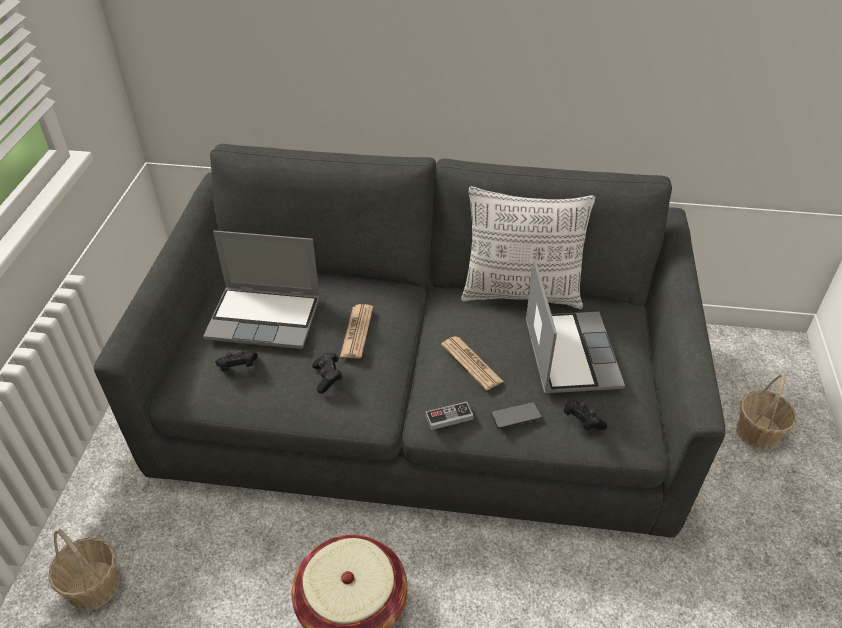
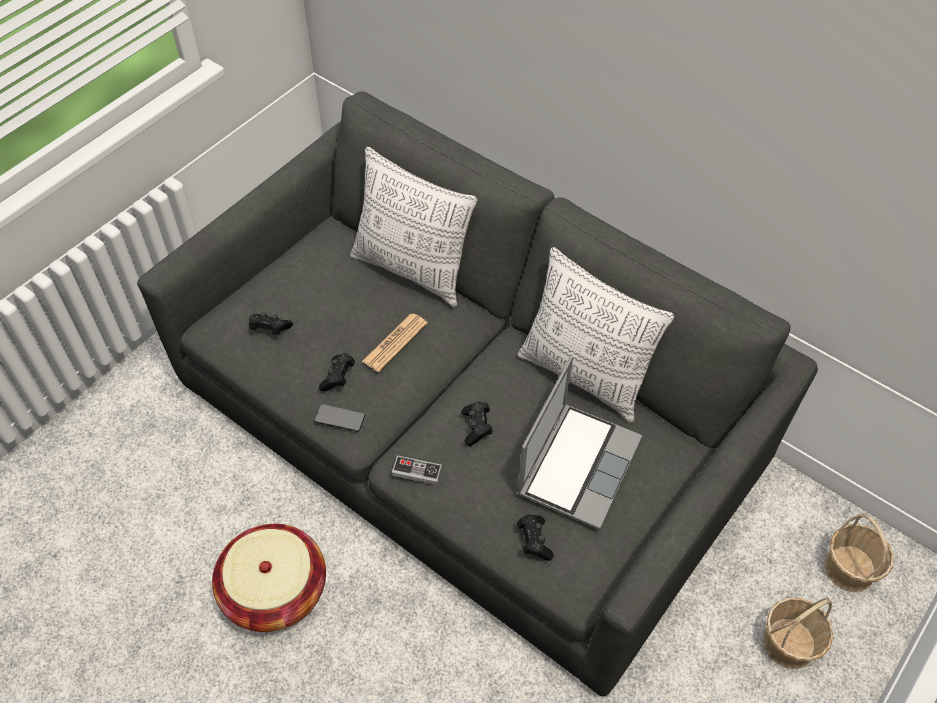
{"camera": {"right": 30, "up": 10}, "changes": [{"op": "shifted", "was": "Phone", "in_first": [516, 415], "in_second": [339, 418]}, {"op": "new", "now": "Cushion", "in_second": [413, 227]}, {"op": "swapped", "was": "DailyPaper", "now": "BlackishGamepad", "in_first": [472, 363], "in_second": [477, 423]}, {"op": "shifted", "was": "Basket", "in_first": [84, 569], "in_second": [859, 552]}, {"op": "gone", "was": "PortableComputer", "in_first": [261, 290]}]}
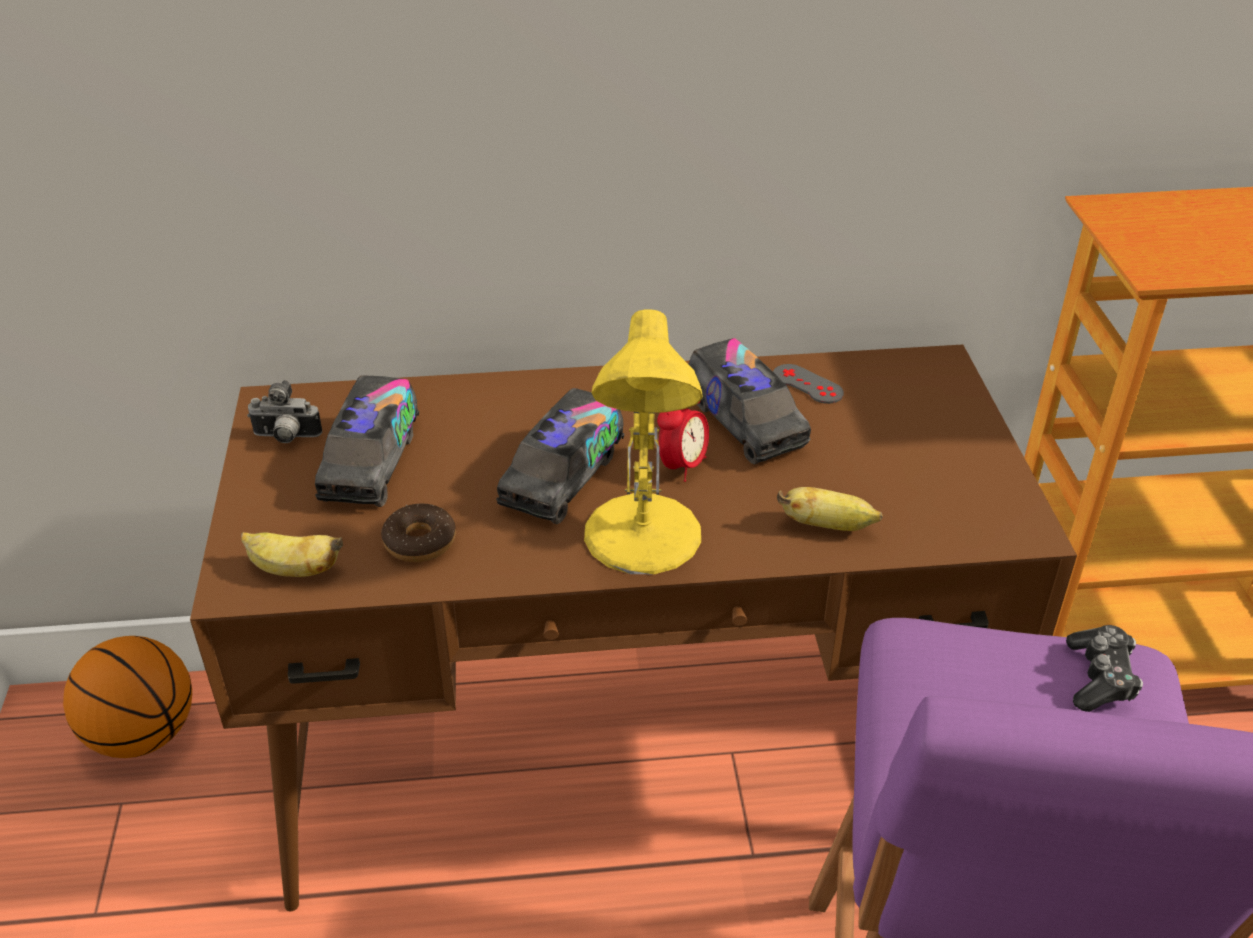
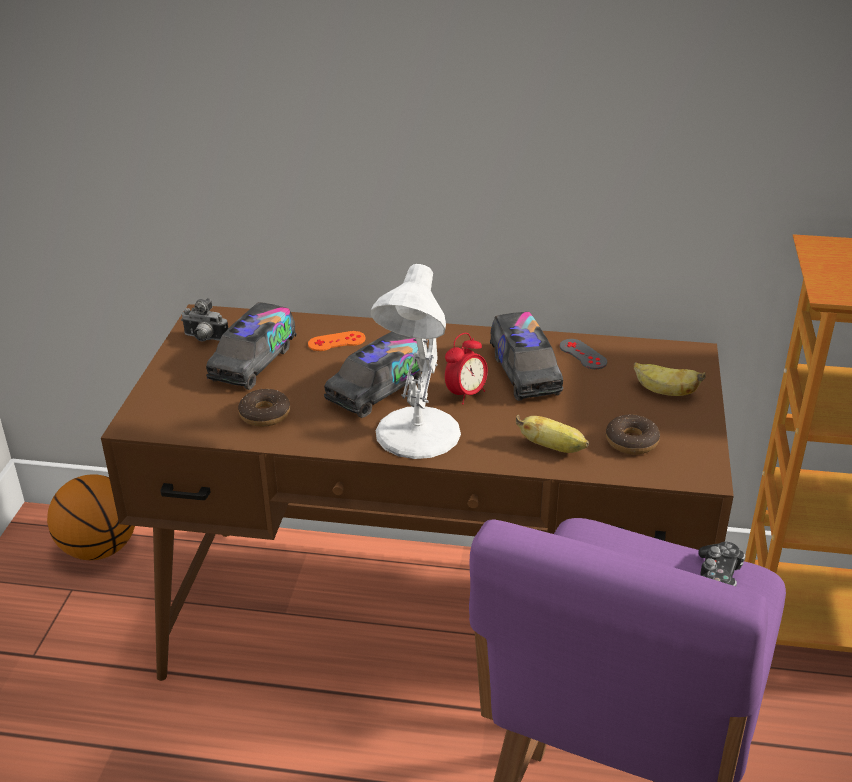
{"camera": {"right": 15, "up": -5}, "changes": [{"op": "new", "now": "OrangeColouredGamepad", "in_second": [337, 341]}, {"op": "repainted", "was": "YellowColouredTabletopLamp", "now": "WhitishTabletopLamp", "in_first": [643, 441], "in_second": [416, 361]}, {"op": "new", "now": "Doughnut", "in_second": [633, 434]}, {"op": "shifted", "was": "WholeBanana", "in_first": [292, 554], "in_second": [669, 379]}]}
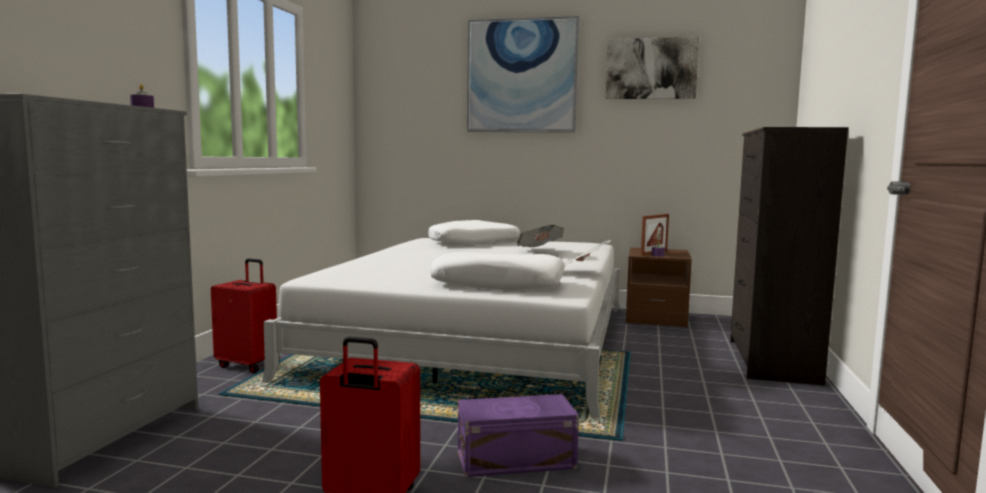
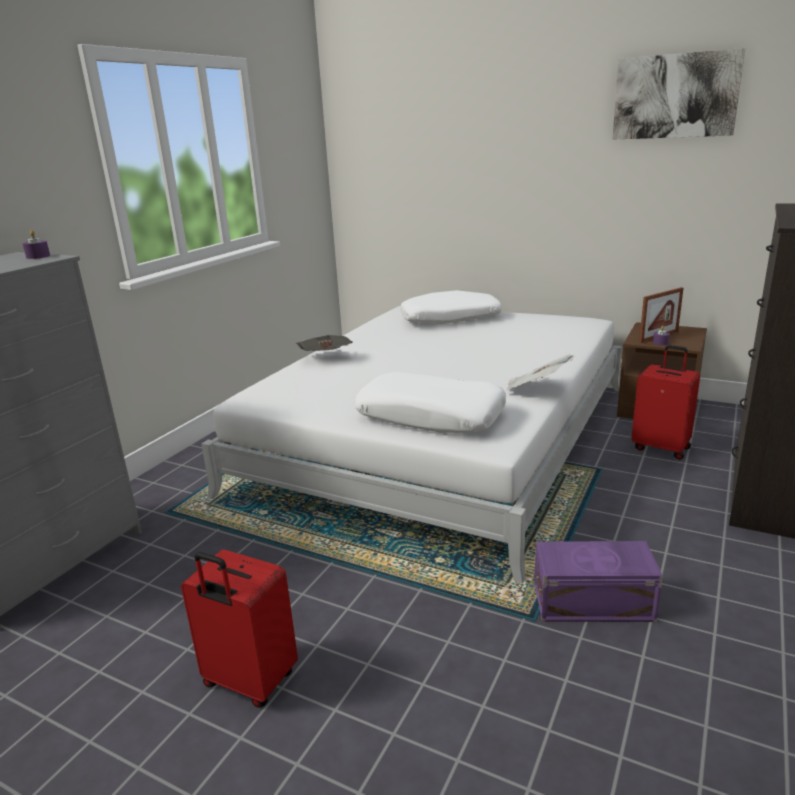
{"camera": {"right": 15, "up": 15}, "changes": [{"op": "shifted", "was": "DailyPaper", "in_first": [540, 236], "in_second": [323, 343]}, {"op": "shifted", "was": "PurpleStorageBox", "in_first": [518, 435], "in_second": [598, 581]}, {"op": "shifted", "was": "RedSuitcase", "in_first": [244, 315], "in_second": [665, 402]}, {"op": "gone", "was": "Picture", "in_first": [523, 74]}]}
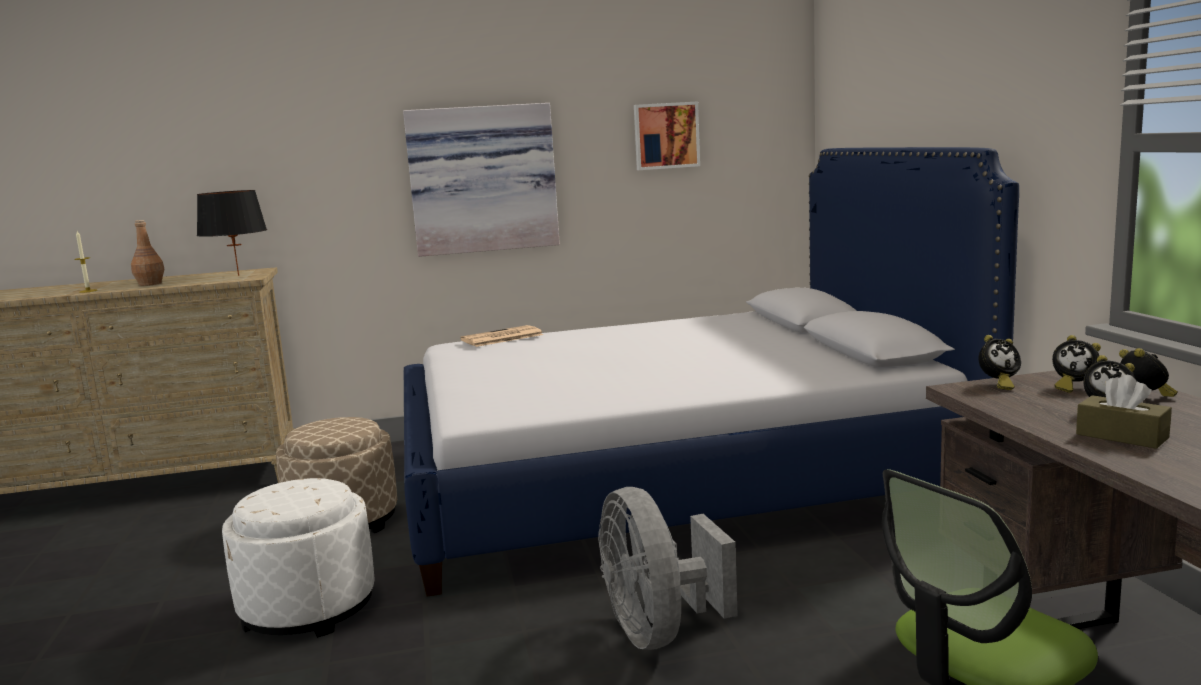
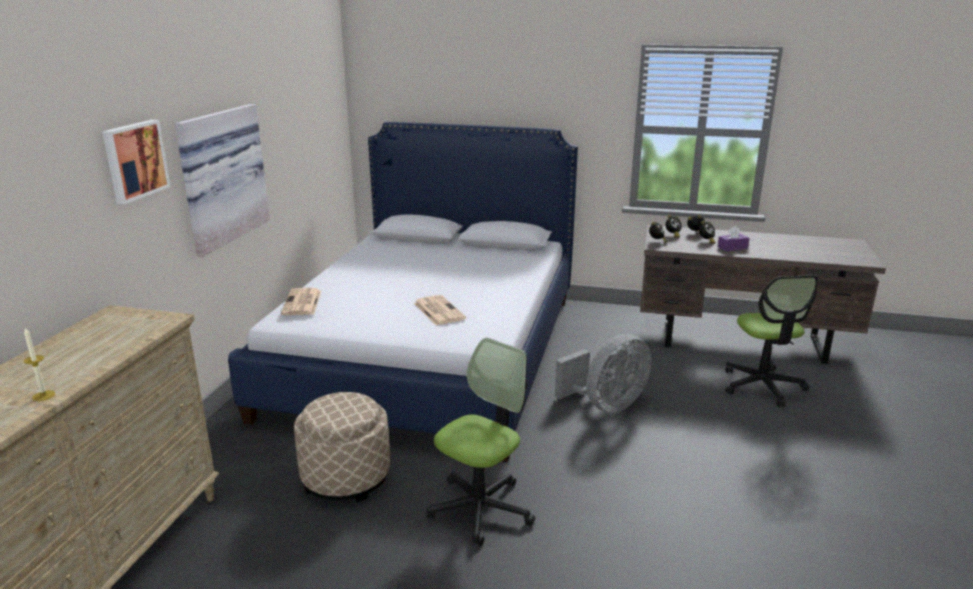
{"camera": {"right": -65, "up": 10}, "changes": [{"op": "shifted", "was": "Picture", "in_first": [667, 135], "in_second": [136, 162]}, {"op": "new", "now": "DailyPaper", "in_second": [440, 310]}, {"op": "swapped", "was": "WhitishFootrest", "now": "DeskChair", "in_first": [298, 558], "in_second": [480, 442]}, {"op": "rotated", "was": "GrayFan", "in_first": [668, 568], "in_second": [603, 373], "clockwise": -45}, {"op": "repainted", "was": "BrownishBoxOfTissues", "now": "PurpleBoxOfTissues", "in_first": [1124, 412], "in_second": [733, 238]}, {"op": "gone", "was": "BrownishBottle", "in_first": [147, 253]}, {"op": "gone", "was": "BlackishTabletopLamp", "in_first": [232, 233]}]}
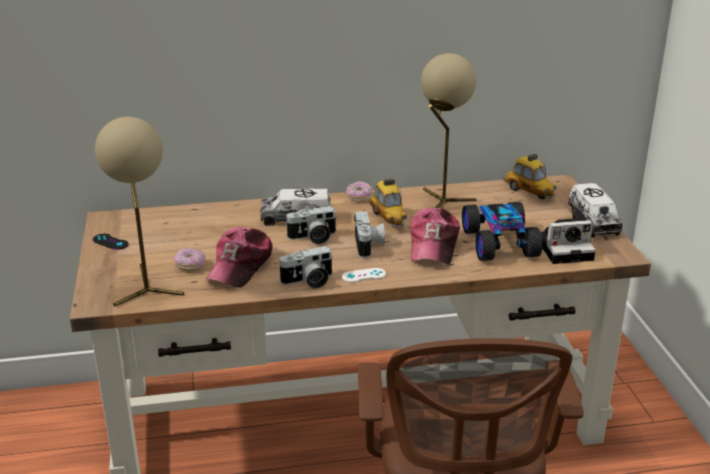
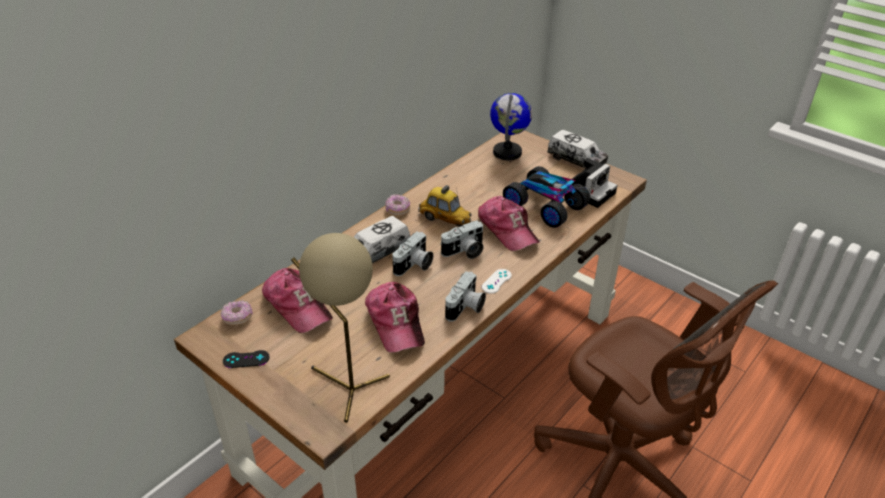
{"camera": {"right": -40, "up": 10}, "changes": [{"op": "shifted", "was": "Doughnut", "in_first": [189, 259], "in_second": [237, 312]}, {"op": "new", "now": "PeakedCap", "in_second": [297, 300]}, {"op": "rotated", "was": "PhotoCamera", "in_first": [369, 234], "in_second": [462, 239], "clockwise": 105}, {"op": "swapped", "was": "ModelCar", "now": "DeskGlobe", "in_first": [530, 176], "in_second": [511, 126]}, {"op": "gone", "was": "BeigeTabletopLamp", "in_first": [448, 130]}]}
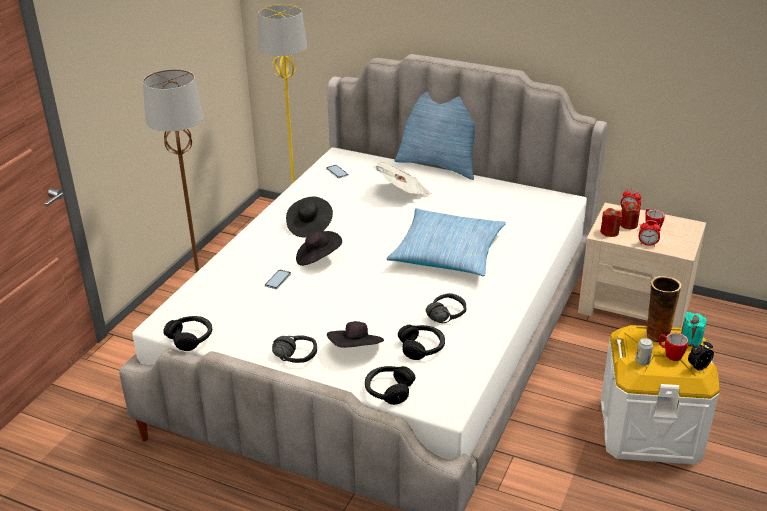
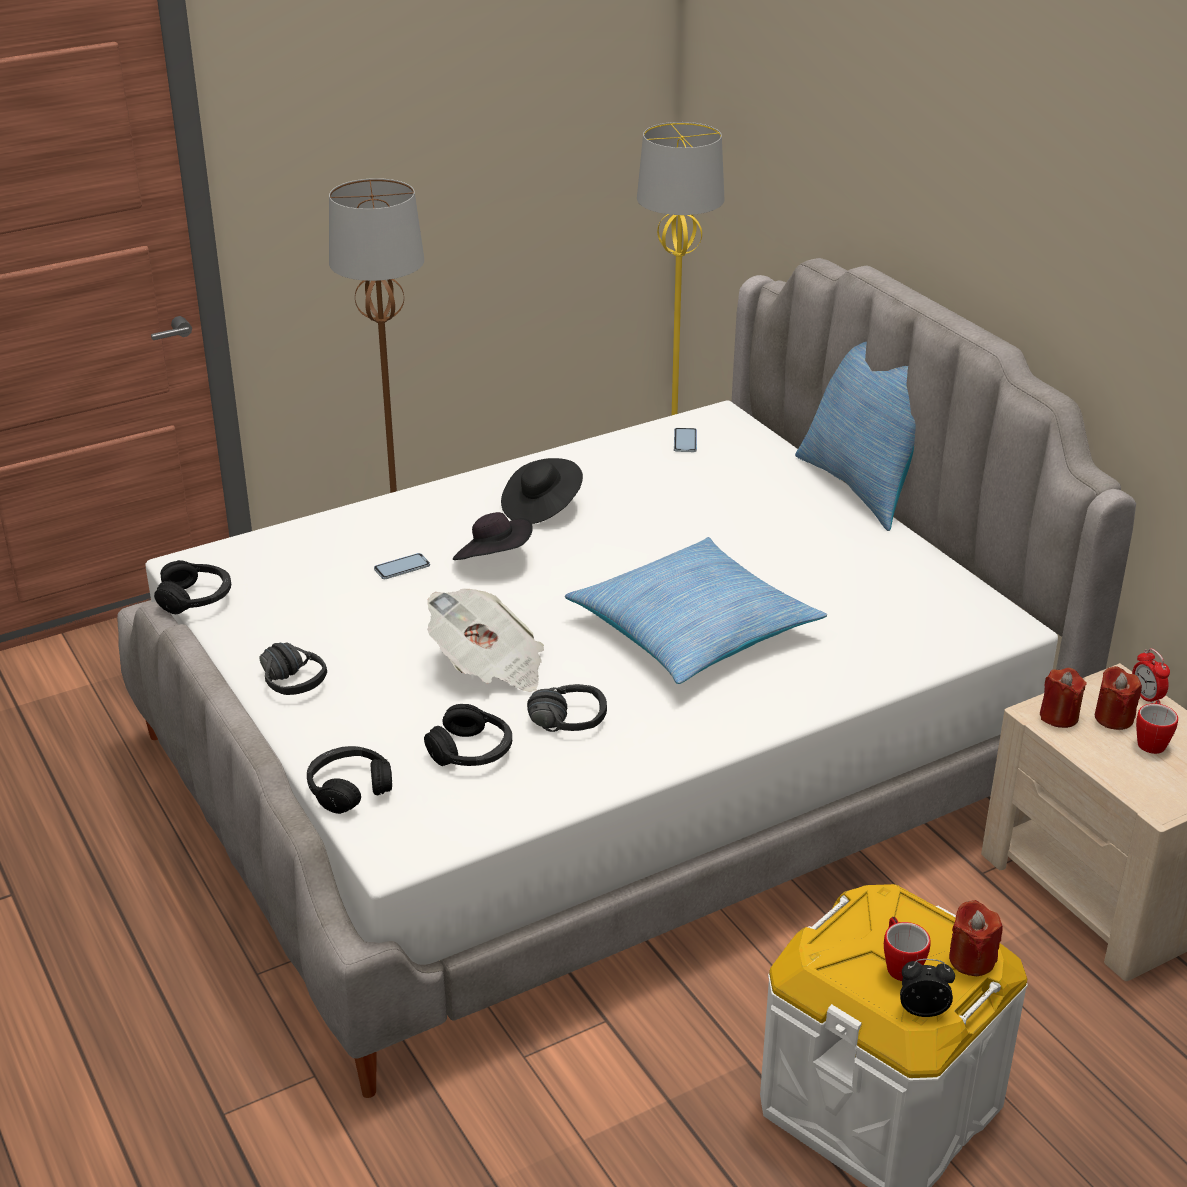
{"camera": {"right": 35, "up": 0}, "changes": [{"op": "shifted", "was": "DailyPaper", "in_first": [402, 179], "in_second": [485, 640]}, {"op": "repainted", "was": "TurquoiseColouredWaxCandle", "now": "RedWaxCandle", "in_first": [693, 329], "in_second": [976, 938]}, {"op": "gone", "was": "BlackishClothingHat", "in_first": [355, 334]}, {"op": "gone", "was": "MetalCan", "in_first": [644, 352]}, {"op": "gone", "was": "AlarmClock", "in_first": [650, 233]}, {"op": "gone", "was": "DecorativeVase", "in_first": [663, 309]}]}
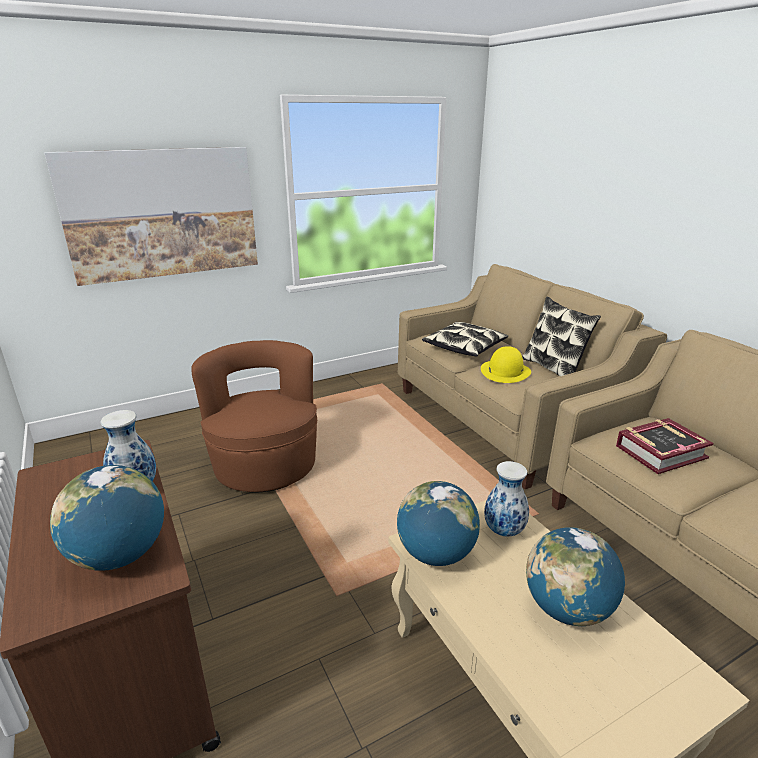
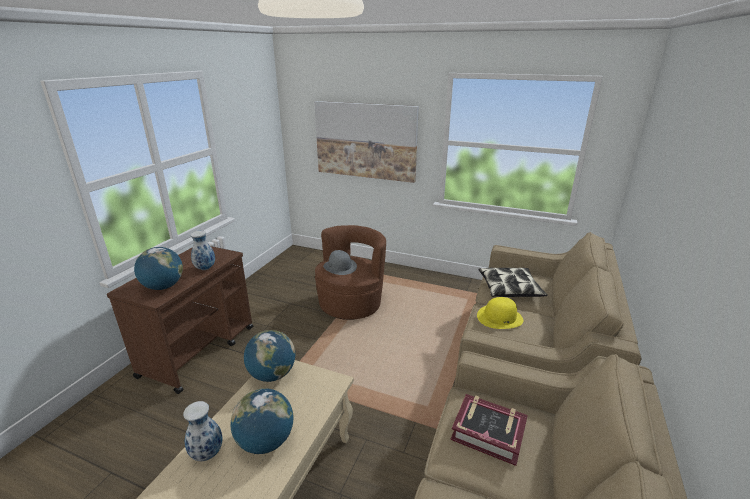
{"camera": {"right": 50, "up": 0}, "changes": [{"op": "shifted", "was": "DecorativeVase", "in_first": [506, 499], "in_second": [203, 431]}, {"op": "new", "now": "GrayClothingHat", "in_second": [340, 262]}, {"op": "gone", "was": "Cushion", "in_first": [561, 336]}]}
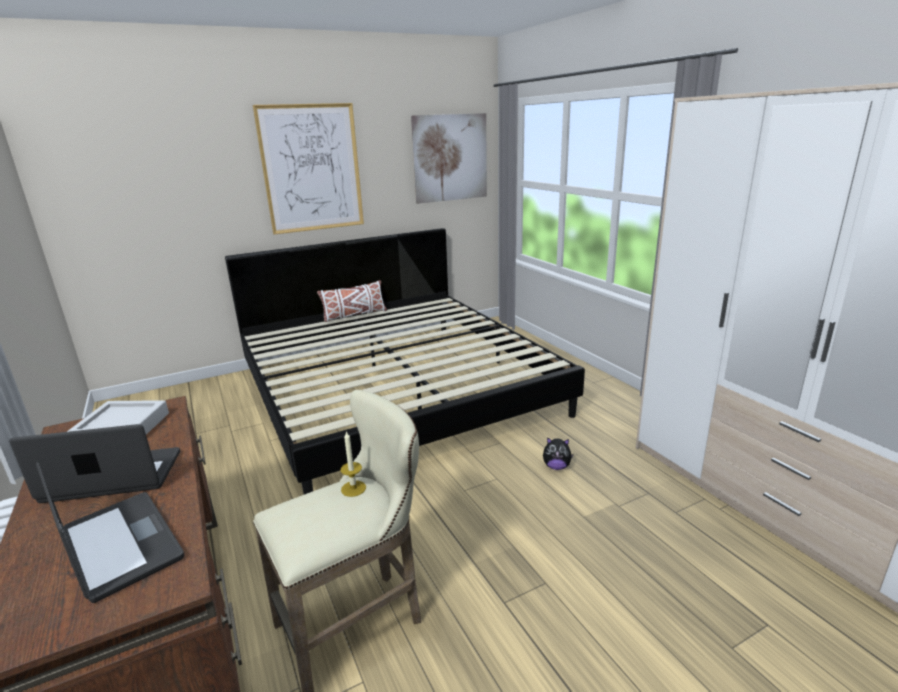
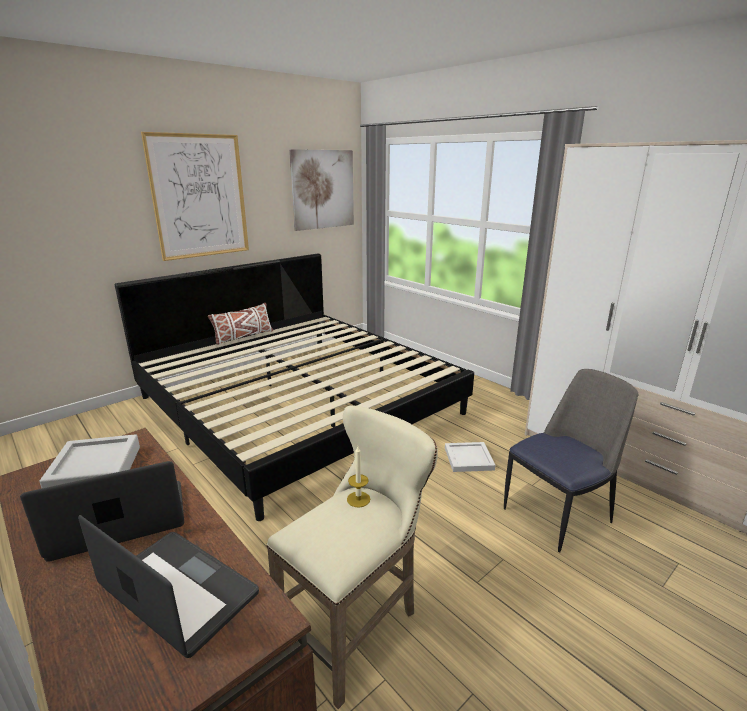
{"camera": {"right": -15, "up": 0}, "changes": [{"op": "swapped", "was": "CuddlyToy", "now": "WhitishTray", "in_first": [558, 454], "in_second": [470, 457]}, {"op": "new", "now": "PlainChair", "in_second": [571, 461]}]}
